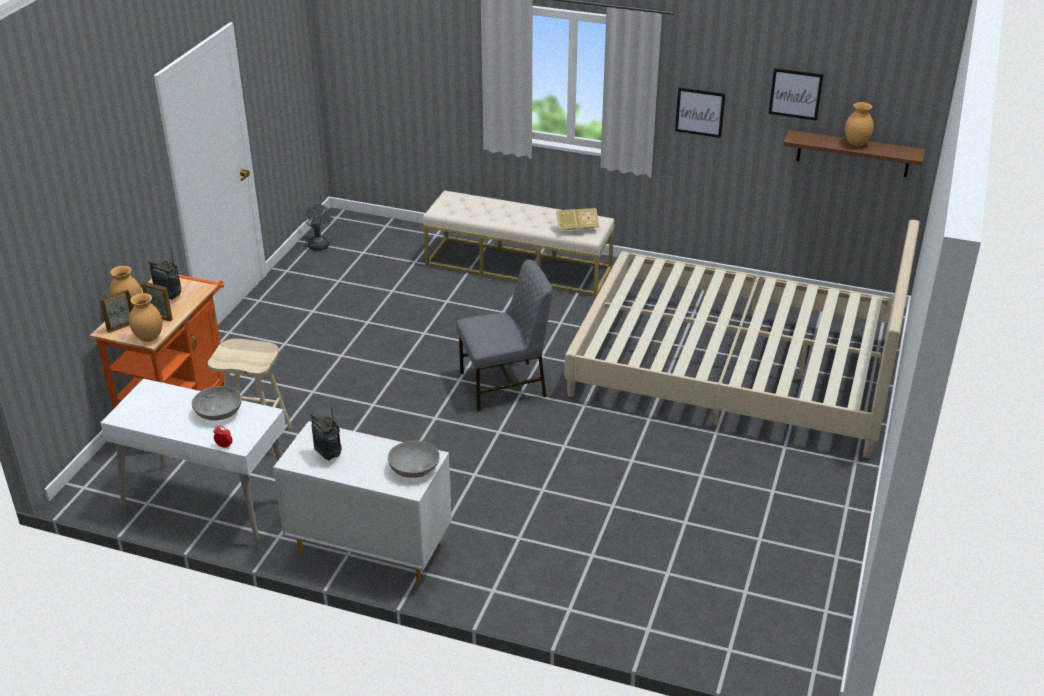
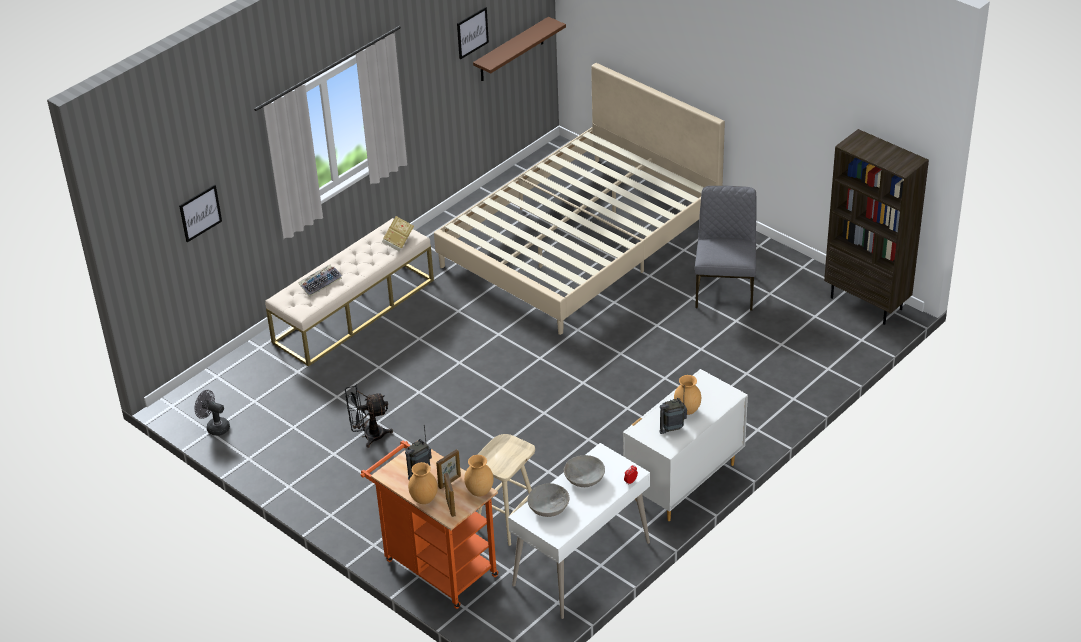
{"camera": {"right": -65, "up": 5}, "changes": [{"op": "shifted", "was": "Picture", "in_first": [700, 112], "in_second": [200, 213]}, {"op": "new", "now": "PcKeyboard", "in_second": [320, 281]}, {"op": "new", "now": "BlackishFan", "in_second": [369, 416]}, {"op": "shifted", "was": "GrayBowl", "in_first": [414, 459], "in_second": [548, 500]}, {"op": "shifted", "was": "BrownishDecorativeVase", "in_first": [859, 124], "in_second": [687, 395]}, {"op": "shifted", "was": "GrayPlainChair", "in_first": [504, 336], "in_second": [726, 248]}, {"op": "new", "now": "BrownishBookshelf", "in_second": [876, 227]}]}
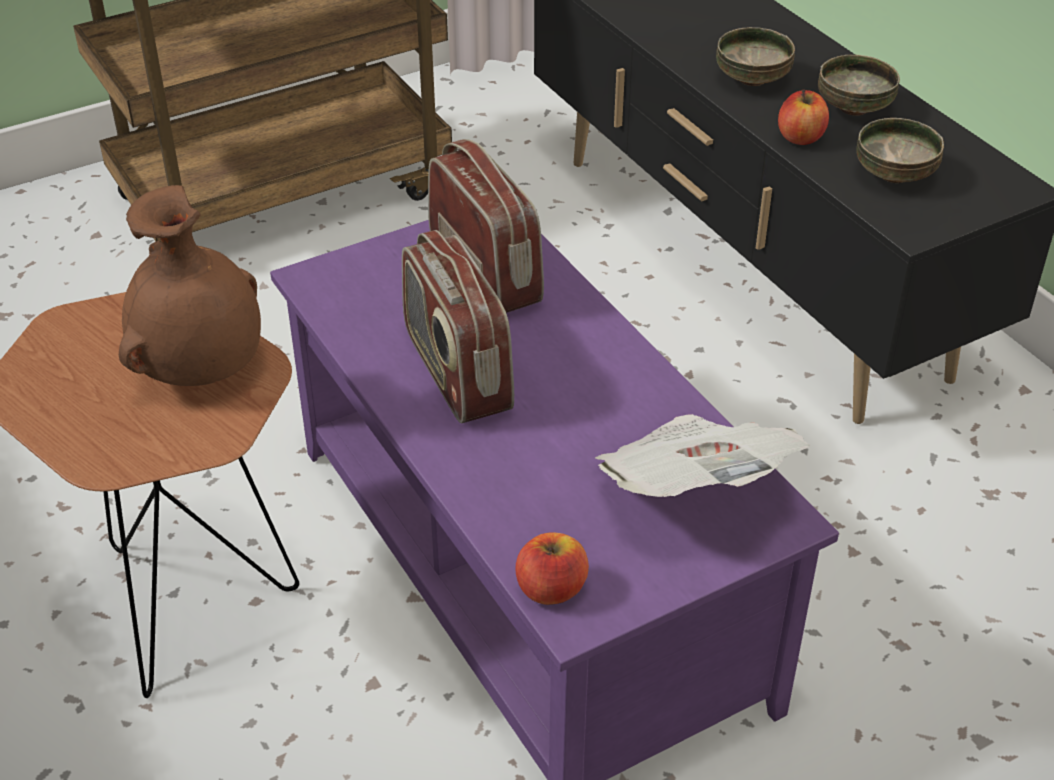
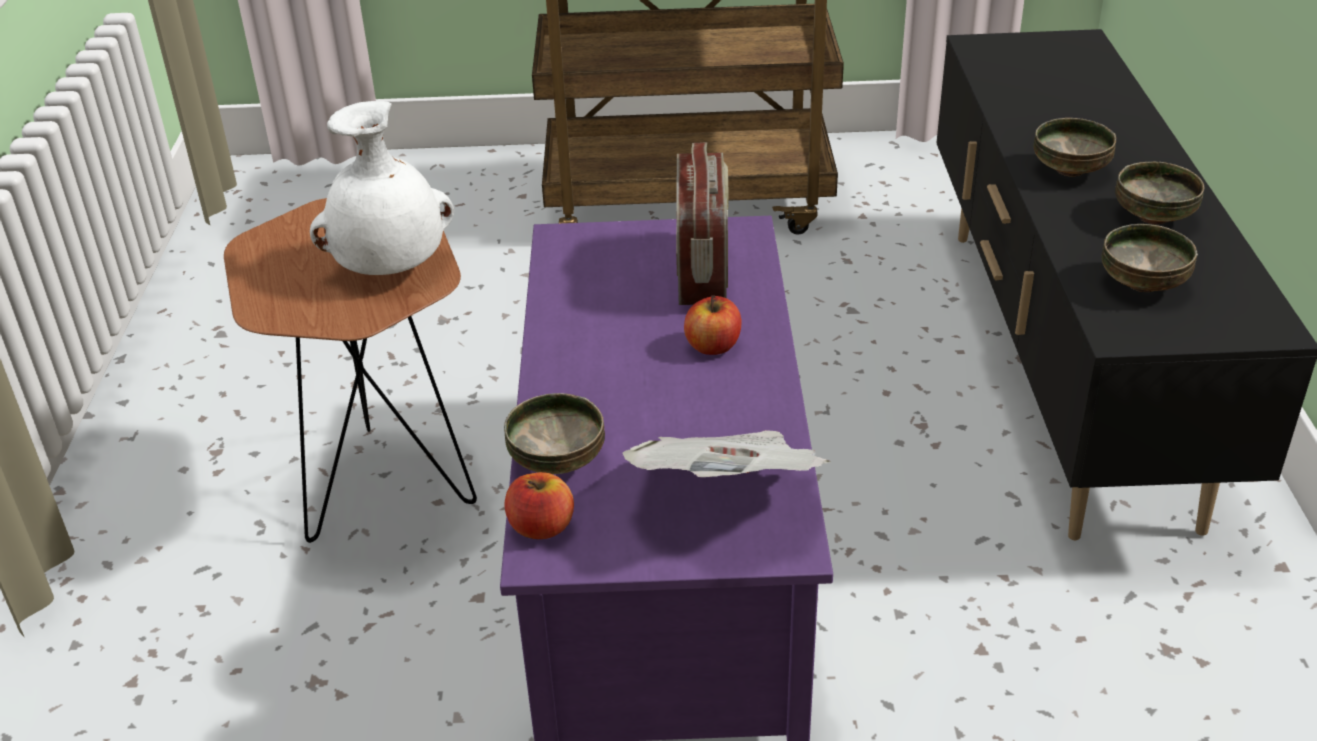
{"camera": {"right": 30, "up": -5}, "changes": [{"op": "repainted", "was": "BrownishDecorativeVase", "now": "WhitishDecorativeVase", "in_first": [190, 285], "in_second": [382, 188]}, {"op": "new", "now": "Bowl", "in_second": [554, 433]}, {"op": "shifted", "was": "WholeApple", "in_first": [803, 117], "in_second": [713, 325]}, {"op": "gone", "was": "RadioSet", "in_first": [458, 326]}]}
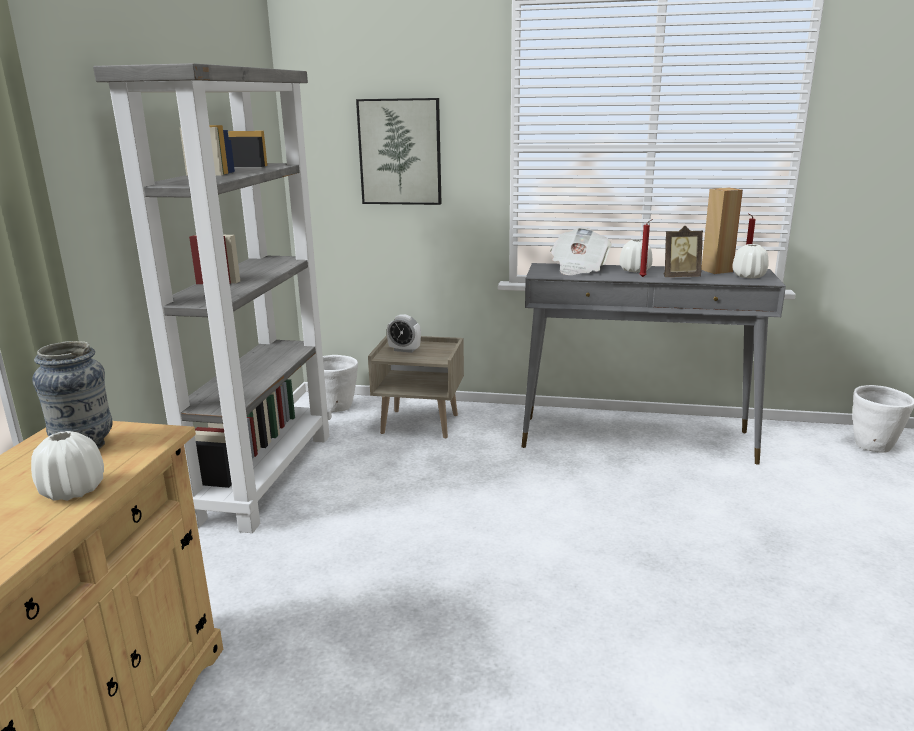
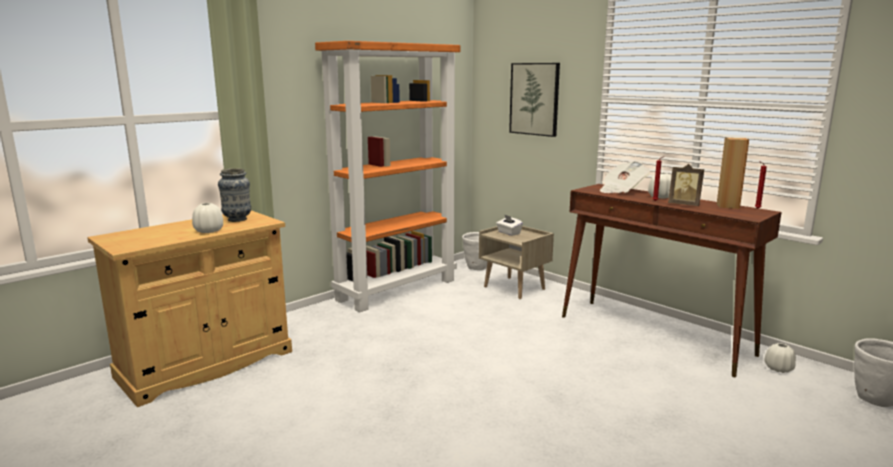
{"camera": {"right": 35, "up": -5}, "changes": [{"op": "repainted", "was": "GrayBookshelf", "now": "OrangeColouredBookshelf", "in_first": [212, 298], "in_second": [387, 176]}, {"op": "swapped", "was": "AlarmClock", "now": "WhitishBoxOfTissues", "in_first": [404, 333], "in_second": [509, 225]}, {"op": "repainted", "was": "GrayConsoleTable", "now": "BrownishConsoleTable", "in_first": [654, 364], "in_second": [672, 280]}, {"op": "shifted", "was": "WhitishDecorativeVase", "in_first": [750, 261], "in_second": [780, 358]}]}
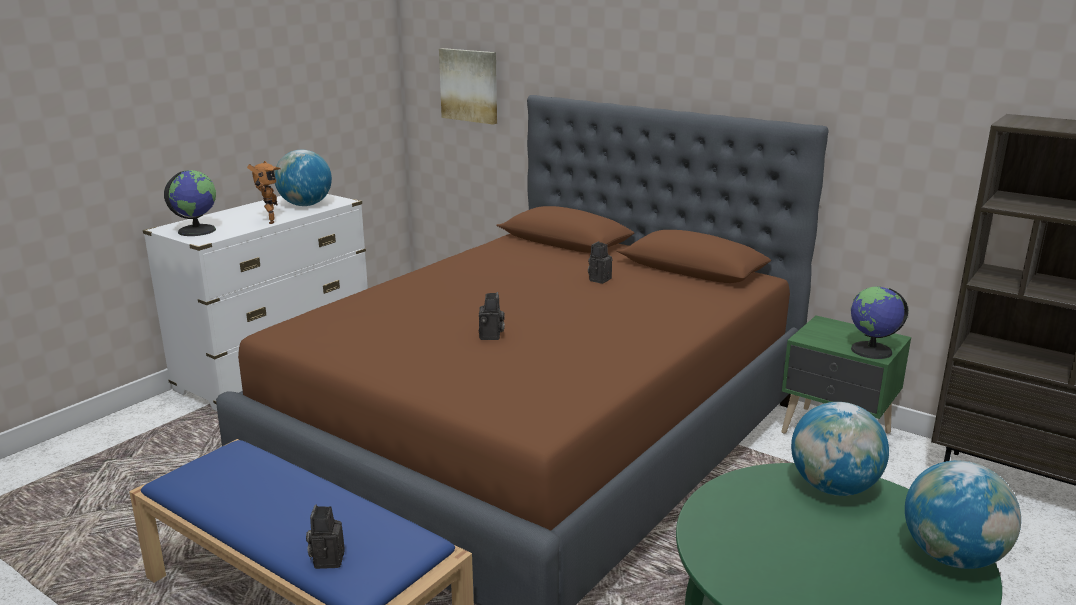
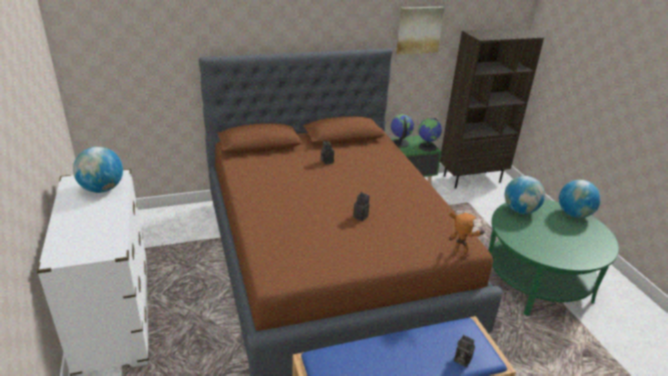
{"camera": {"right": -55, "up": 10}, "changes": [{"op": "shifted", "was": "DeskGlobe", "in_first": [190, 203], "in_second": [402, 131]}, {"op": "shifted", "was": "Picture", "in_first": [468, 86], "in_second": [420, 31]}, {"op": "shifted", "was": "ToyRobot", "in_first": [263, 192], "in_second": [467, 234]}]}
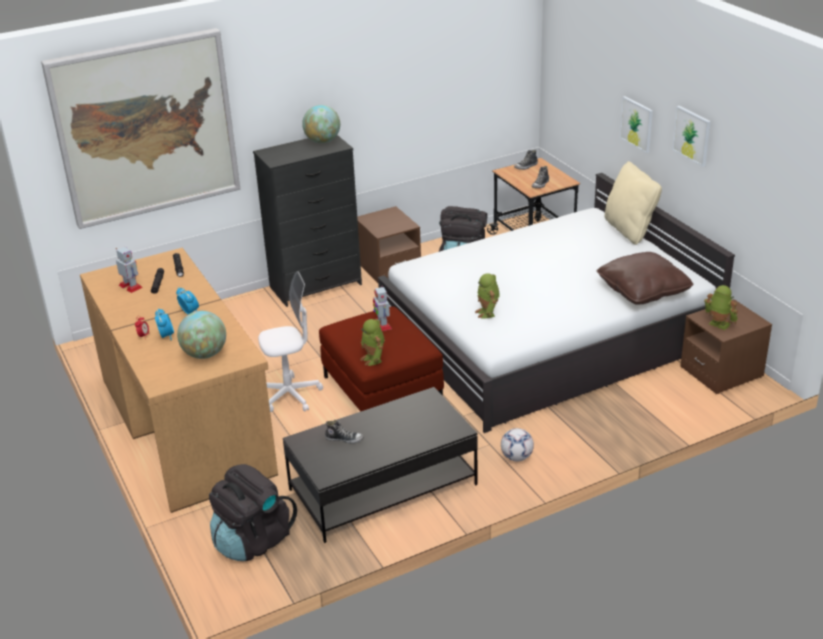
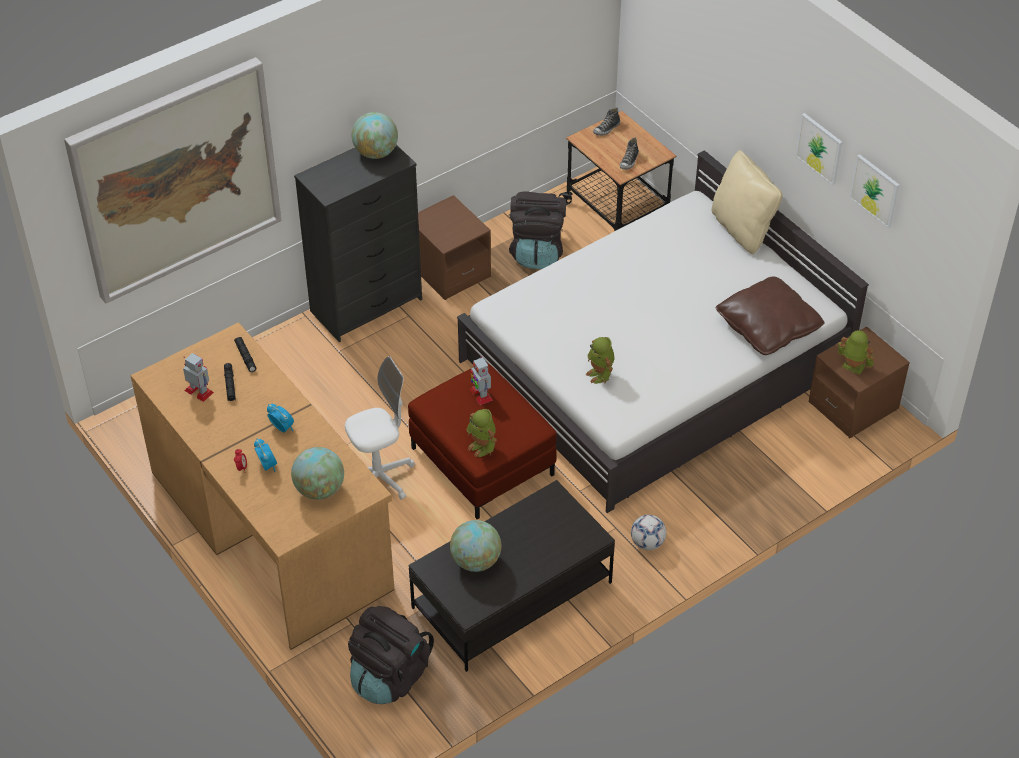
{"camera": {"right": -10, "up": 15}, "changes": [{"op": "swapped", "was": "LowShoe", "now": "DeskGlobe", "in_first": [344, 432], "in_second": [475, 546]}, {"op": "shifted", "was": "Picture", "in_first": [636, 124], "in_second": [874, 191]}]}
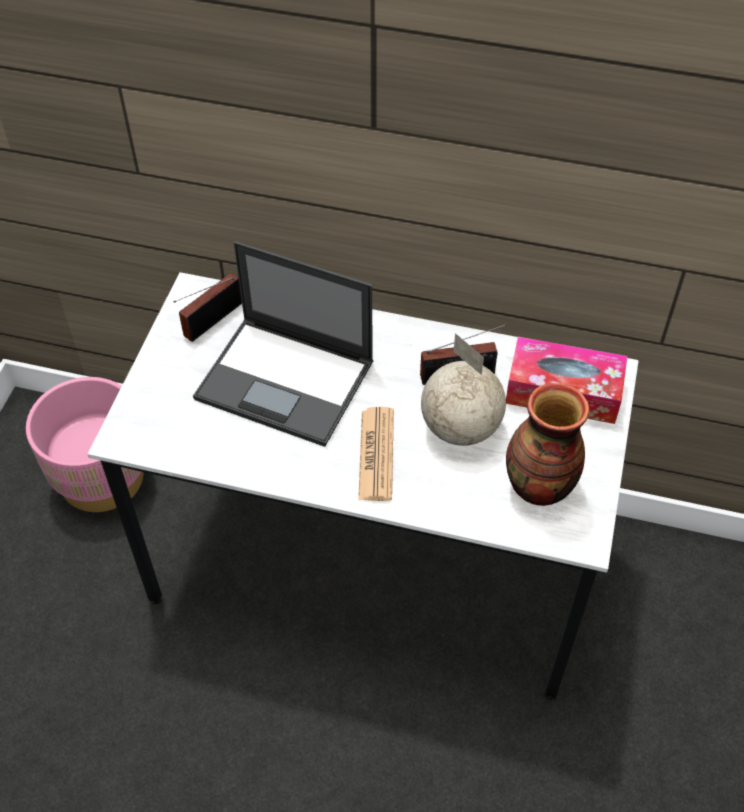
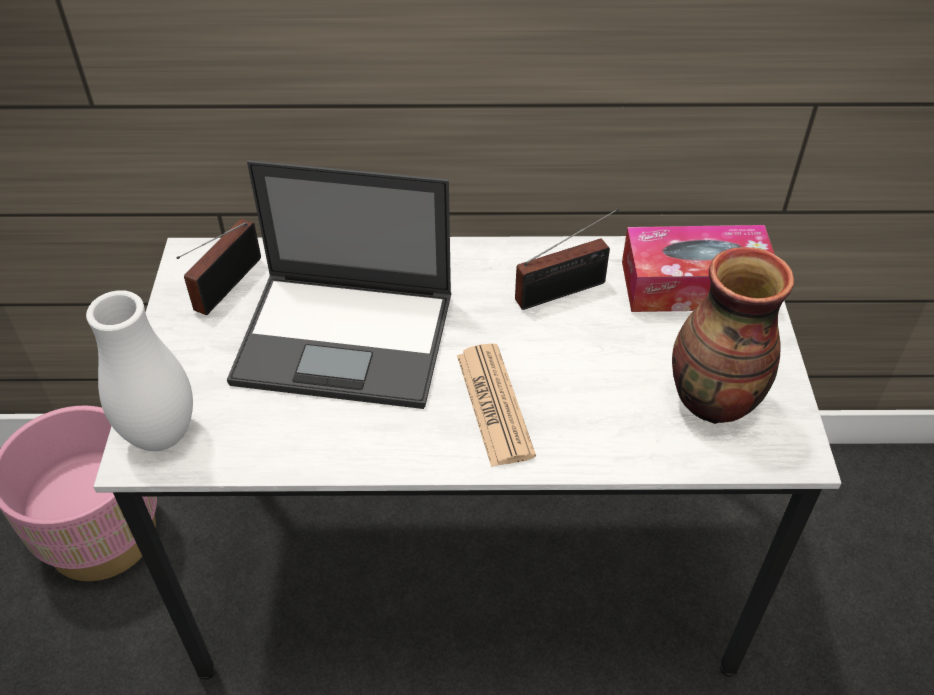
{"camera": {"right": -15, "up": -5}, "changes": [{"op": "new", "now": "WhitishDecorativeVase", "in_second": [139, 370]}, {"op": "gone", "was": "DeskGlobe", "in_first": [463, 389]}]}
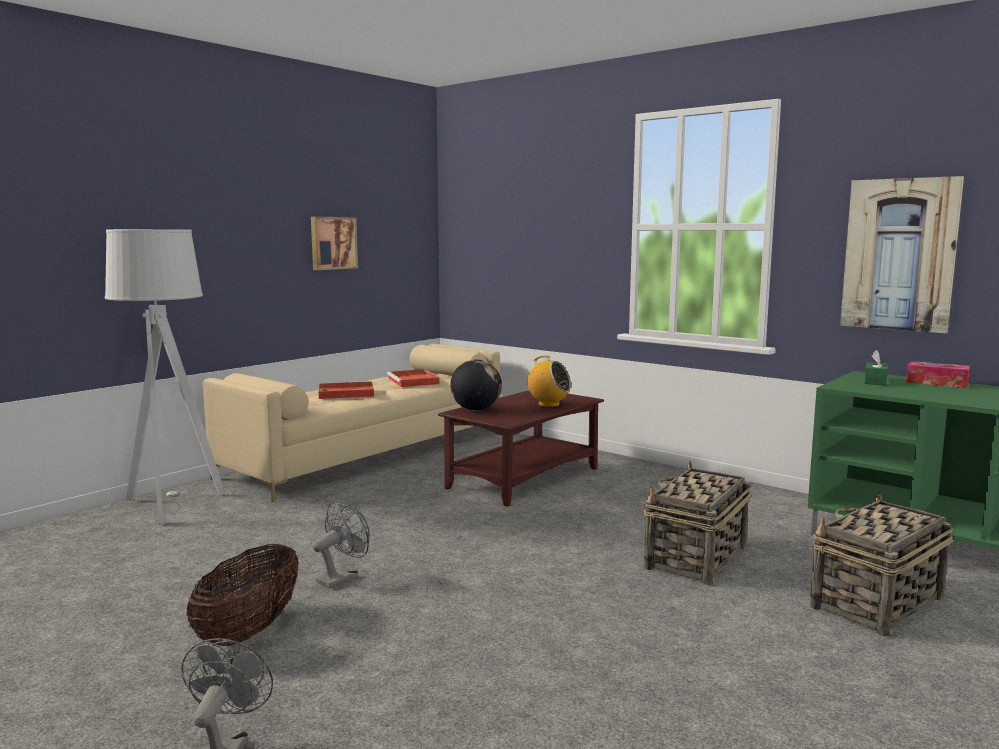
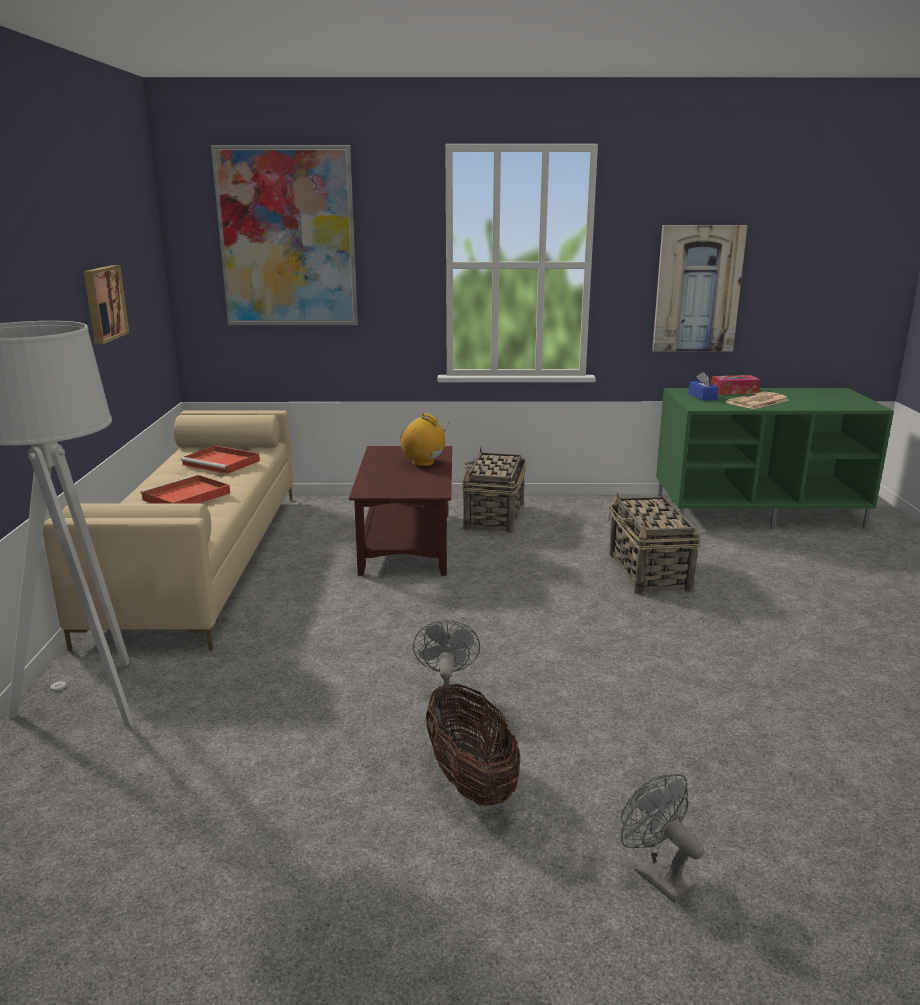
{"camera": {"right": -40, "up": 10}, "changes": [{"op": "new", "now": "Picture", "in_second": [284, 235]}, {"op": "rotated", "was": "RadioSet", "in_first": [548, 381], "in_second": [425, 440], "clockwise": -135}, {"op": "shifted", "was": "Basket", "in_first": [881, 564], "in_second": [494, 490]}, {"op": "repainted", "was": "GreenishBoxOfTissues", "now": "BlueBoxOfTissues", "in_first": [876, 367], "in_second": [703, 386]}, {"op": "new", "now": "DailyPaper", "in_second": [757, 400]}, {"op": "gone", "was": "DeskGlobe", "in_first": [476, 385]}]}
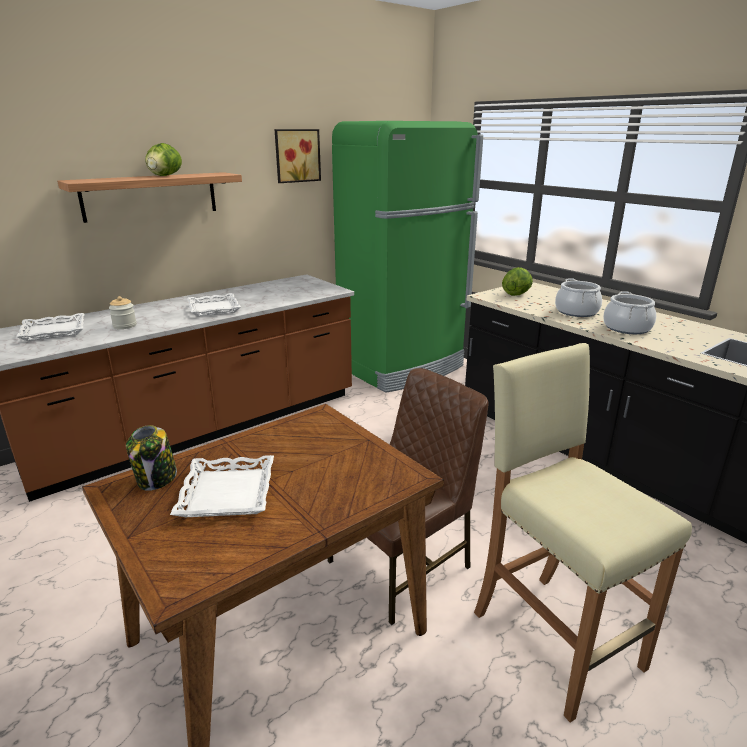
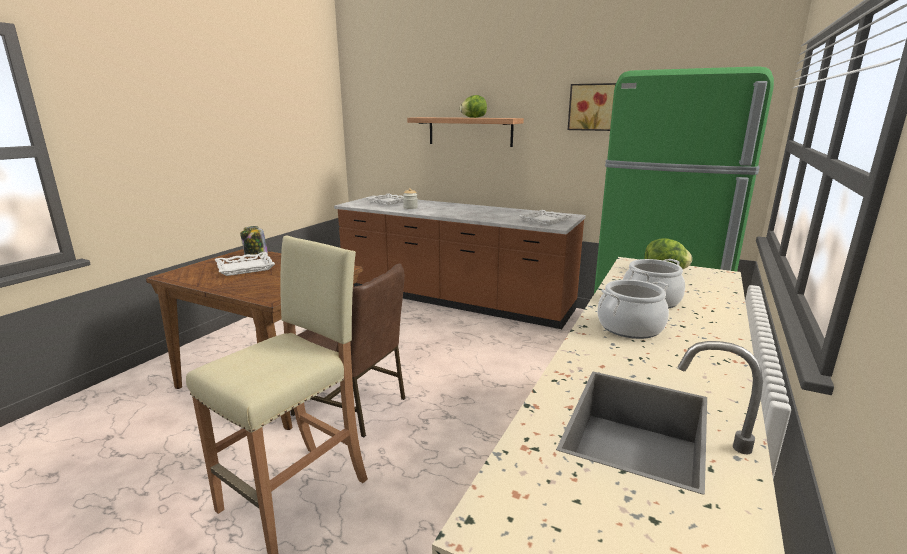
{"camera": {"right": 65, "up": -5}, "changes": [{"op": "shifted", "was": "WhitishTray", "in_first": [214, 305], "in_second": [545, 217]}]}
